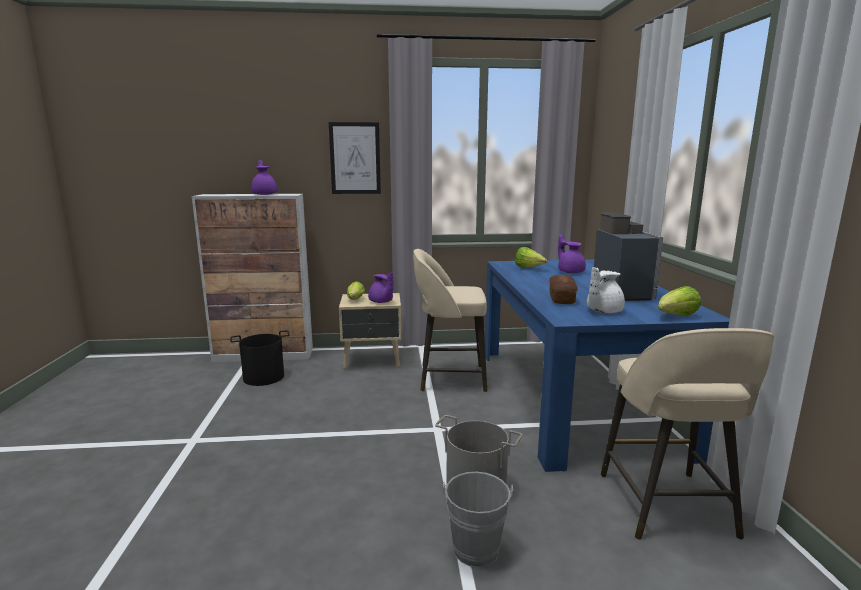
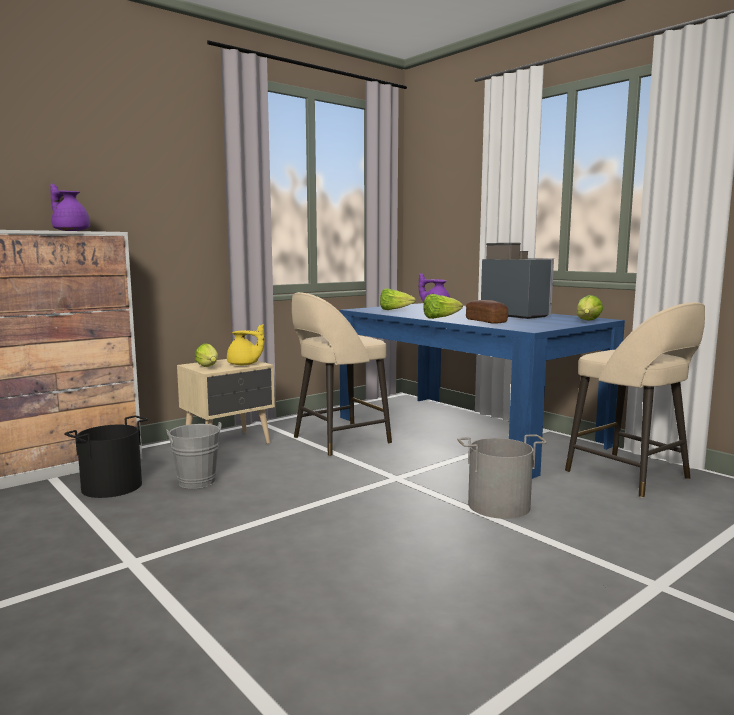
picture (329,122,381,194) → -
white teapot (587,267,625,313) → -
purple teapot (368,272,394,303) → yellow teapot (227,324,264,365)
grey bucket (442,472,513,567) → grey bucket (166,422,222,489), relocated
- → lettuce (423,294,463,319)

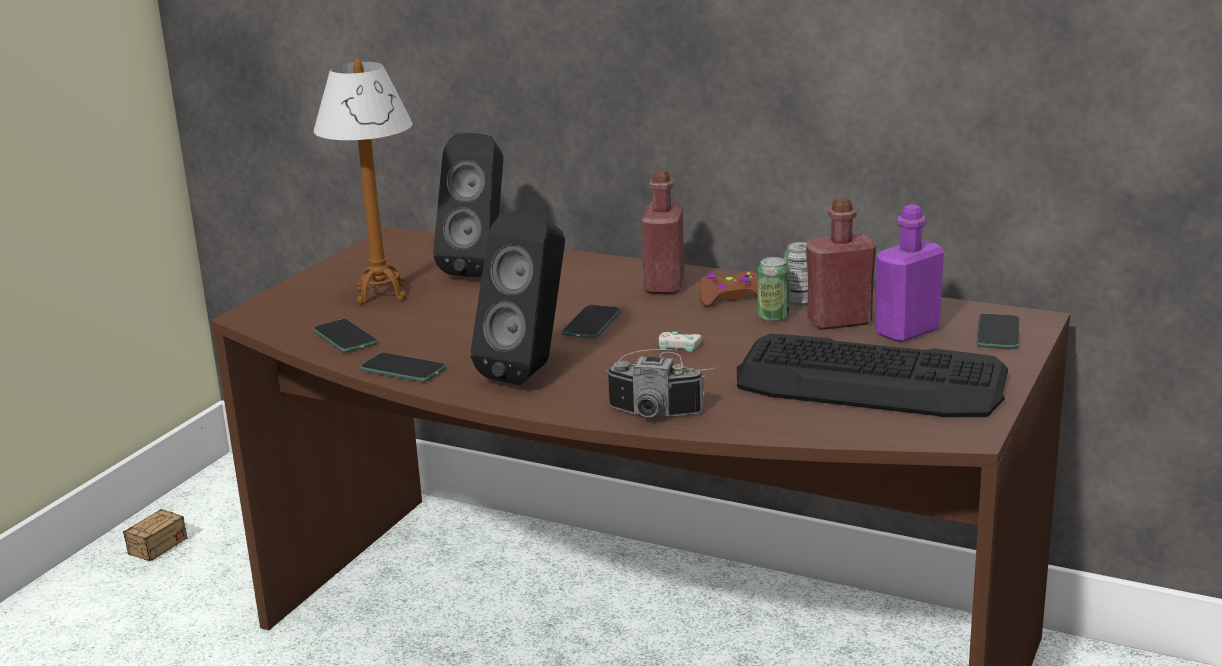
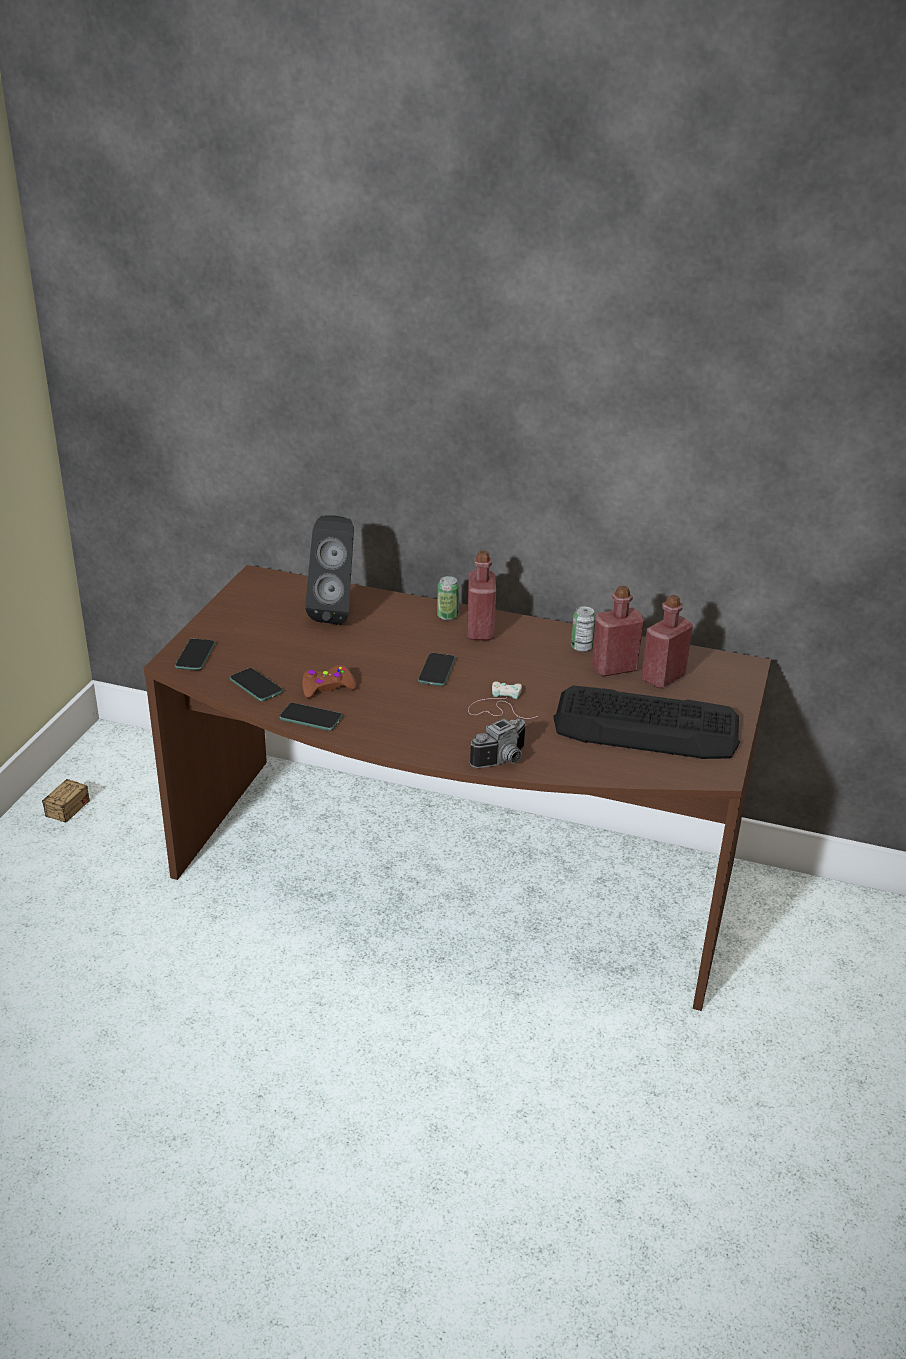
table lamp (314,59,413,304) → -
purple bottle (875,204,944,343) → red bottle (641,595,693,689)
black speaker (471,212,565,385) → -
can (758,257,790,322) → can (437,576,459,620), relocated
brown game controller (700,271,758,307) → brown game controller (302,665,356,698), relocated
phone (977,314,1019,349) → phone (175,639,215,671), relocated
photo camera (606,356,705,417) → photo camera (470,718,526,768), 45 degrees counterclockwise

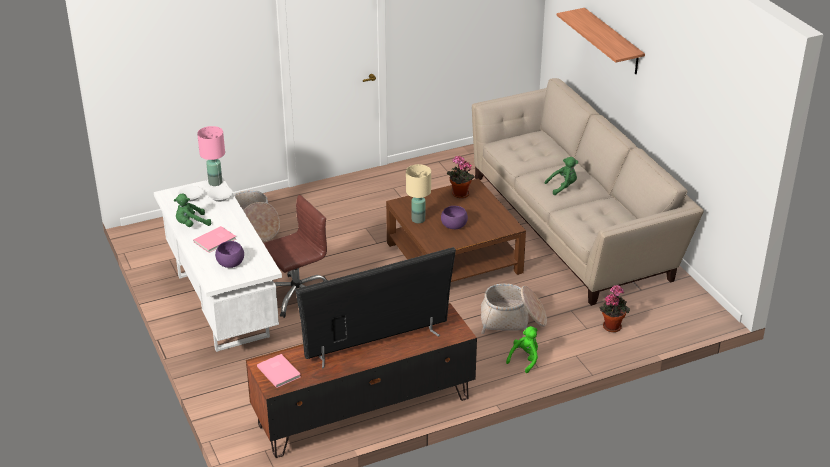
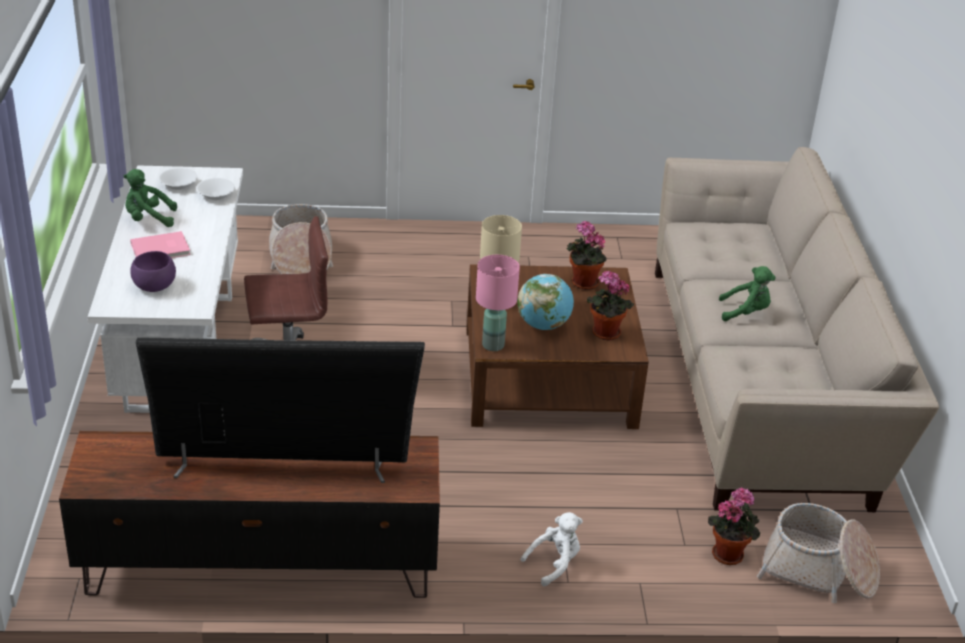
shelf (557,8,645,74) → -
pink table lamp (197,126,225,186) → pink table lamp (476,255,520,351), relocated
purple bowl (441,206,468,229) → globe (517,274,574,330)
basket (481,284,547,334) → basket (757,503,880,603), relocated
green plush toy (506,326,538,373) → white plush toy (521,512,583,586)
pink book (257,354,301,388) → -
- → potted plant (587,271,634,340)

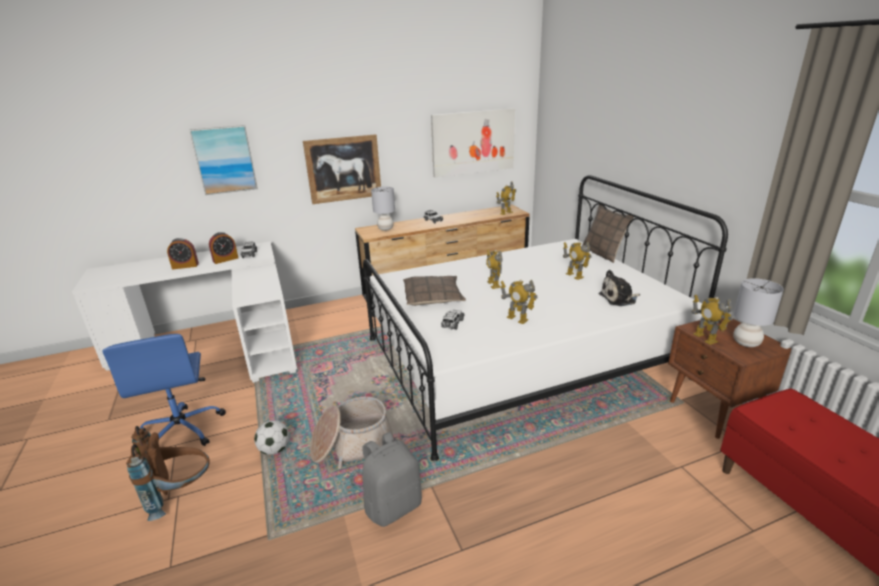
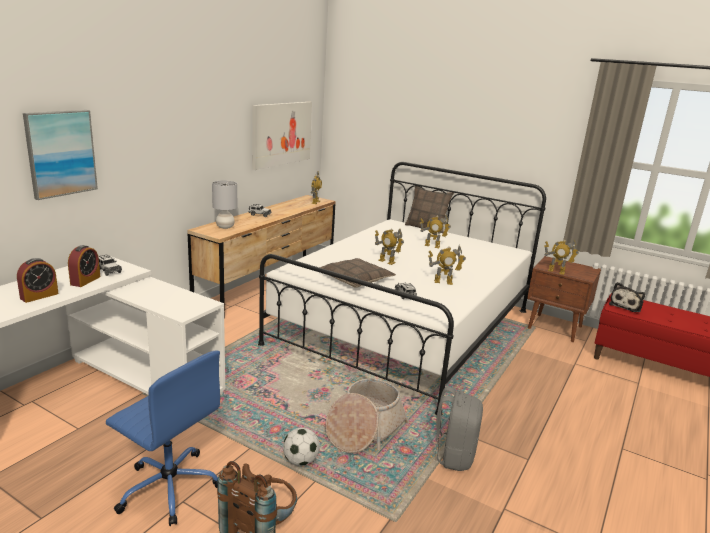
picture (303,134,381,204) → -
plush toy (599,270,640,306) → plush toy (609,282,645,312), relocated
grey table lamp (733,278,784,347) → -

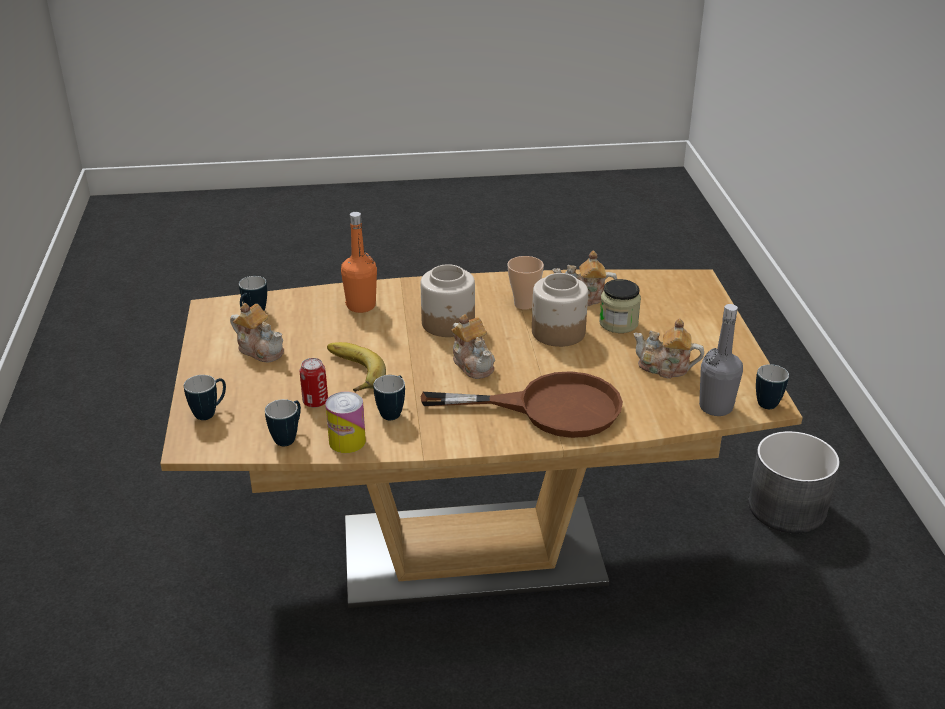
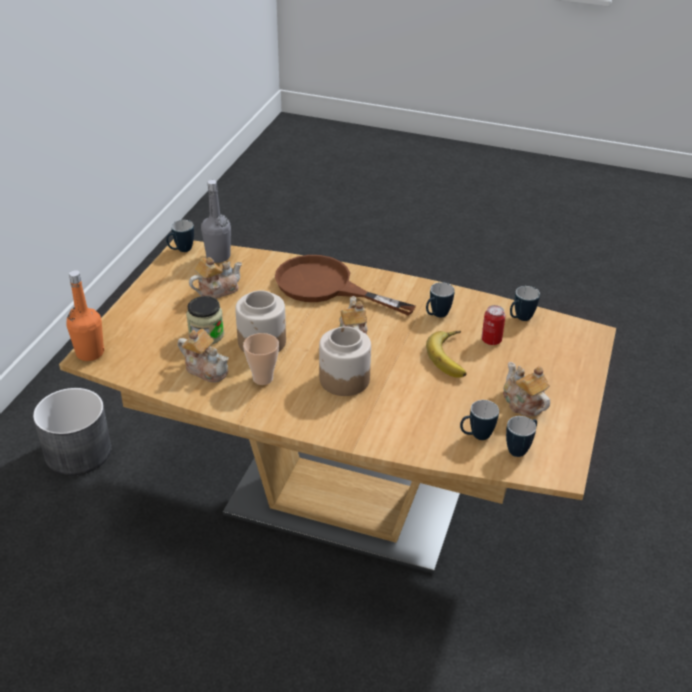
orange bottle (341,212,377,313) → orange bottle (66,270,104,361), relocated
teapot (633,318,704,379) → teapot (189,257,242,299), 75 degrees counterclockwise
mug (184,375,226,420) → mug (460,400,499,440), relocated
can (326,391,366,453) → -

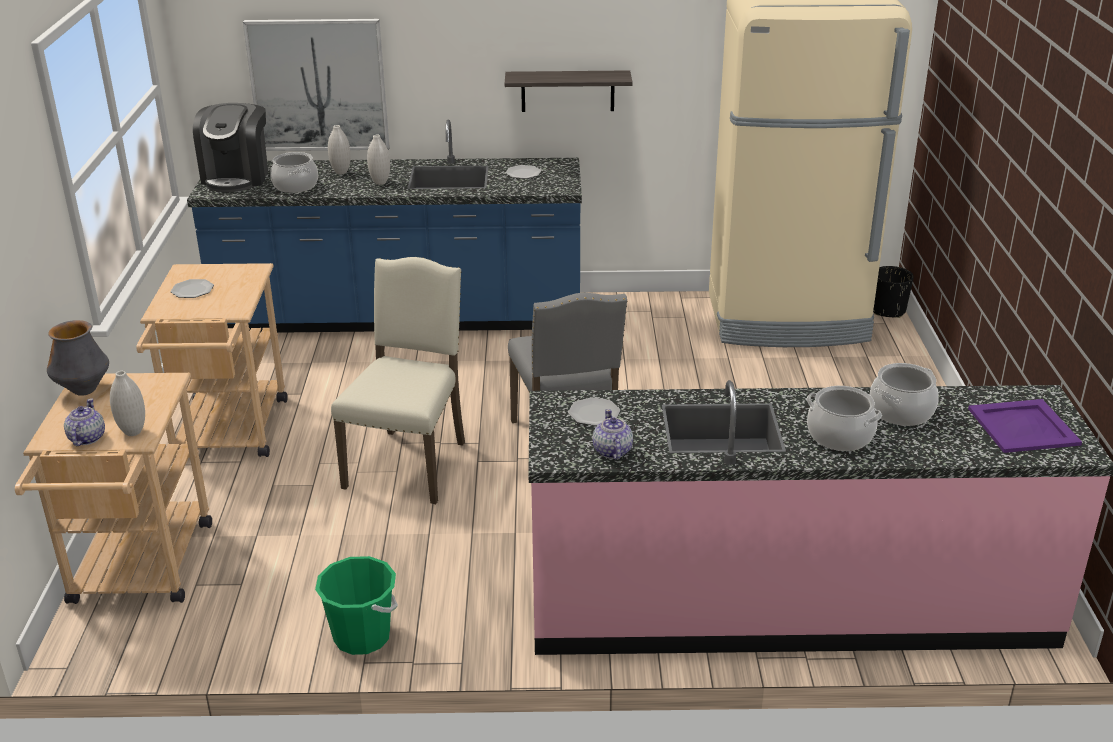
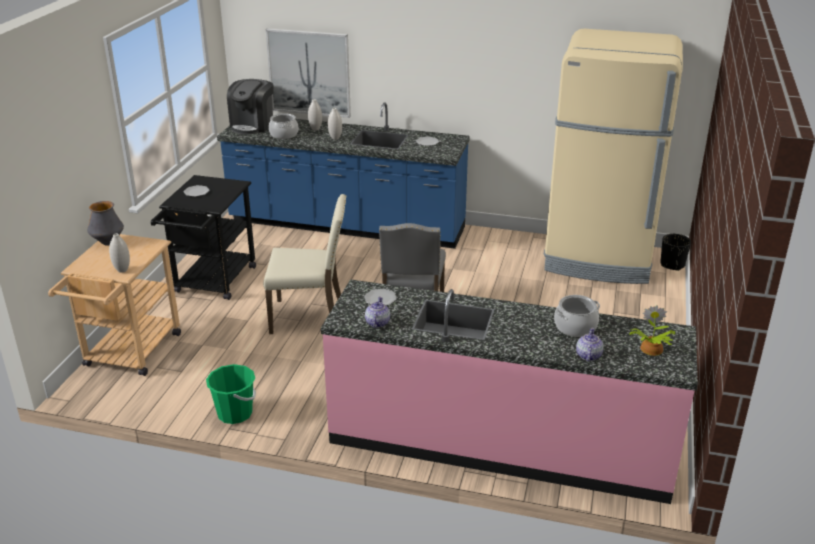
shelf (505,70,633,112) → -
beige chair (331,257,465,504) → beige chair (263,194,346,334), 60 degrees clockwise
beige cart (137,263,288,457) → black cart (151,175,256,300)
cooking pot (806,386,882,451) → -
teapot (64,398,105,446) → teapot (576,328,604,362), relocated
purple tray (968,399,1082,453) → potted plant (629,305,675,356)

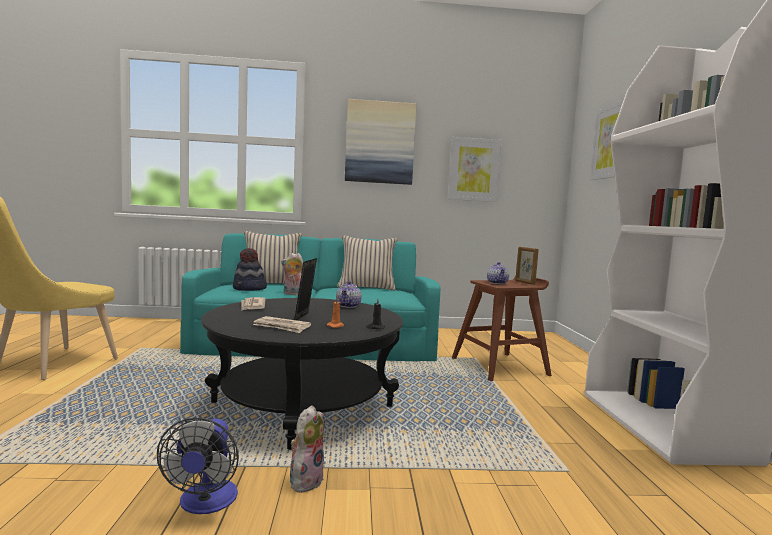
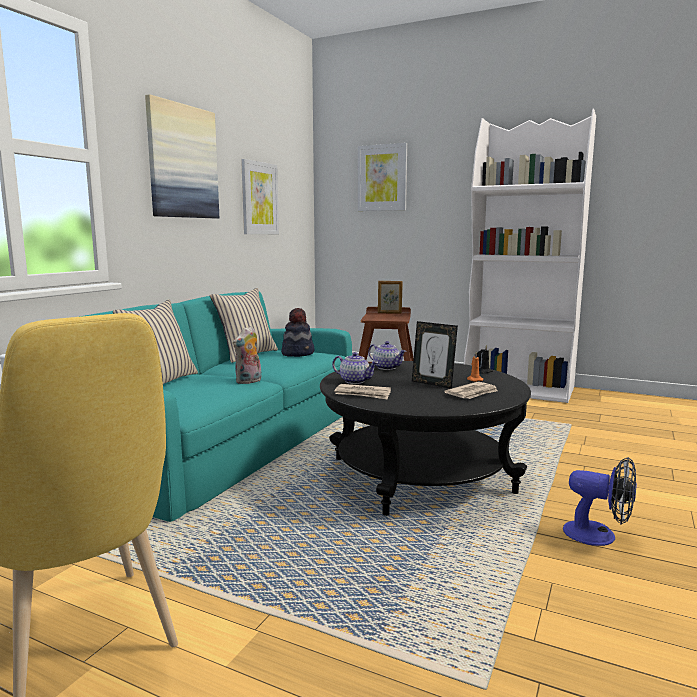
hat (233,248,267,291) → hat (281,308,314,357), relocated
teapot (487,262,509,284) → teapot (332,352,378,384), relocated
plush toy (290,406,324,493) → -

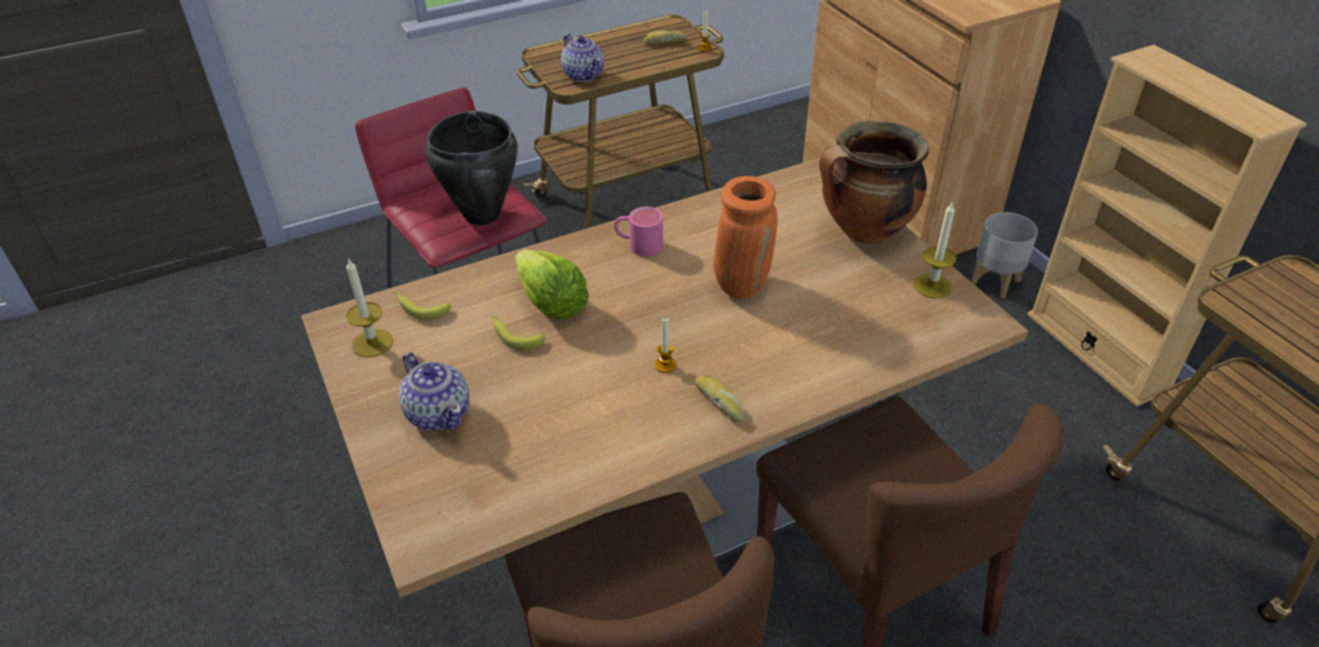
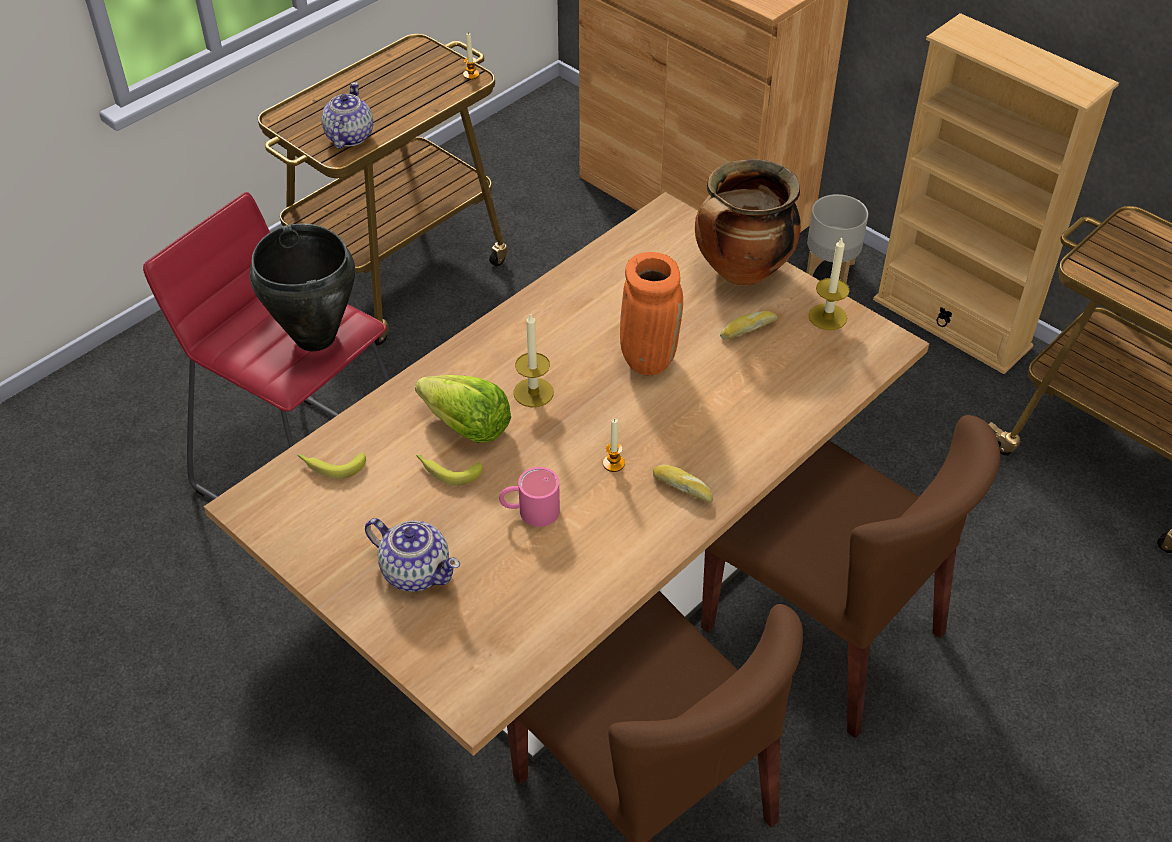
bread (644,30,687,44) → bread (720,311,778,339), relocated
teapot (561,34,604,82) → teapot (321,82,373,149), 120 degrees counterclockwise
pink mug (614,207,663,257) → pink mug (499,467,560,527), relocated
candle (346,258,393,358) → candle (514,312,554,407), relocated

